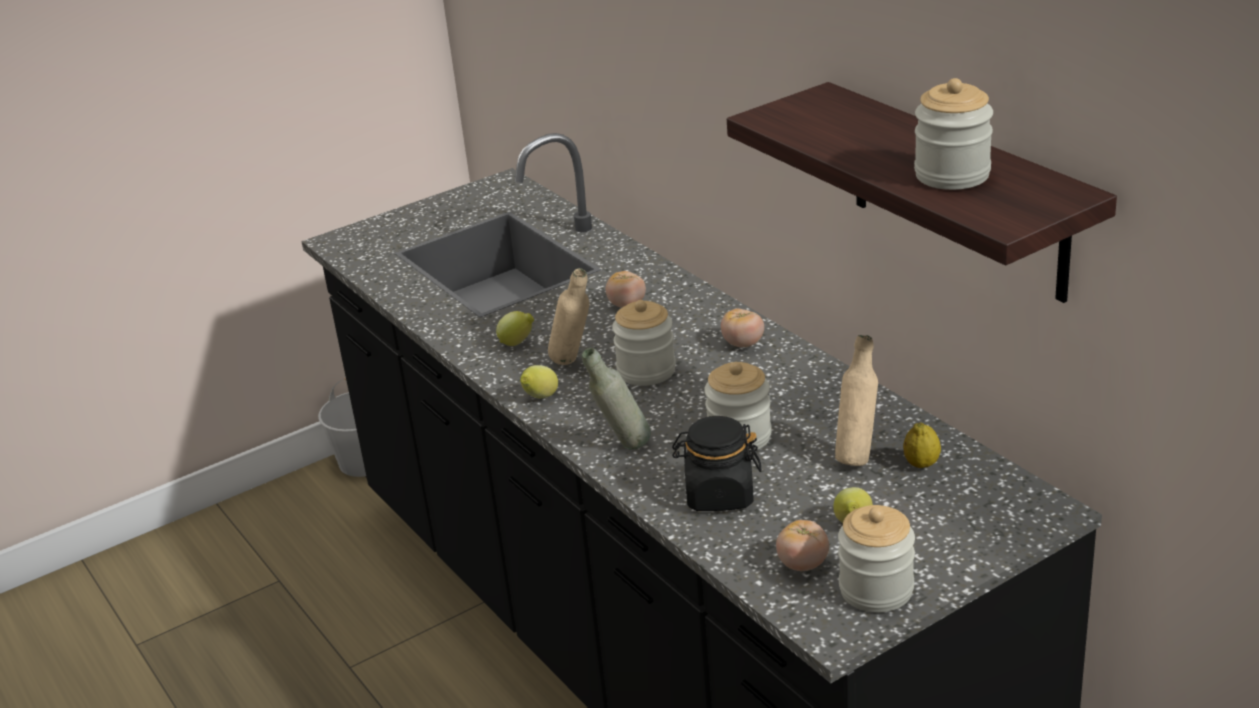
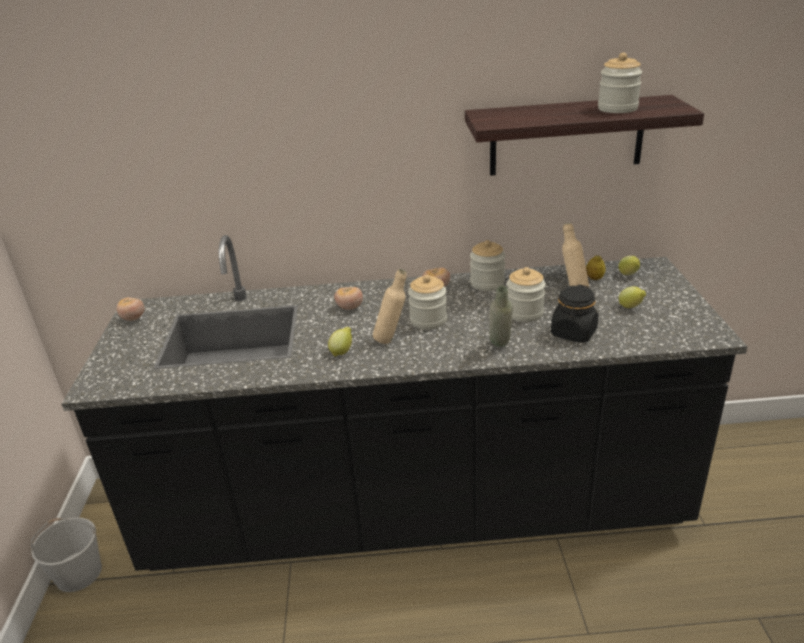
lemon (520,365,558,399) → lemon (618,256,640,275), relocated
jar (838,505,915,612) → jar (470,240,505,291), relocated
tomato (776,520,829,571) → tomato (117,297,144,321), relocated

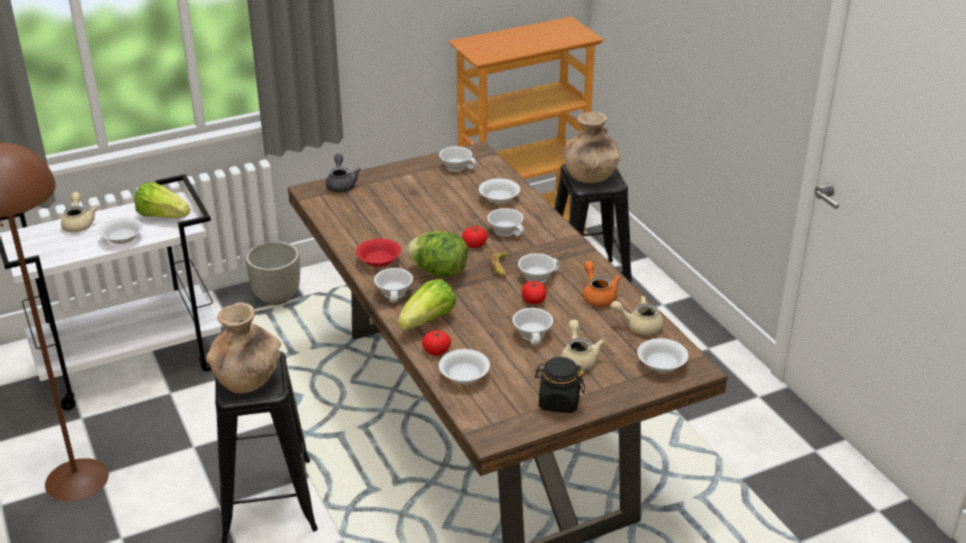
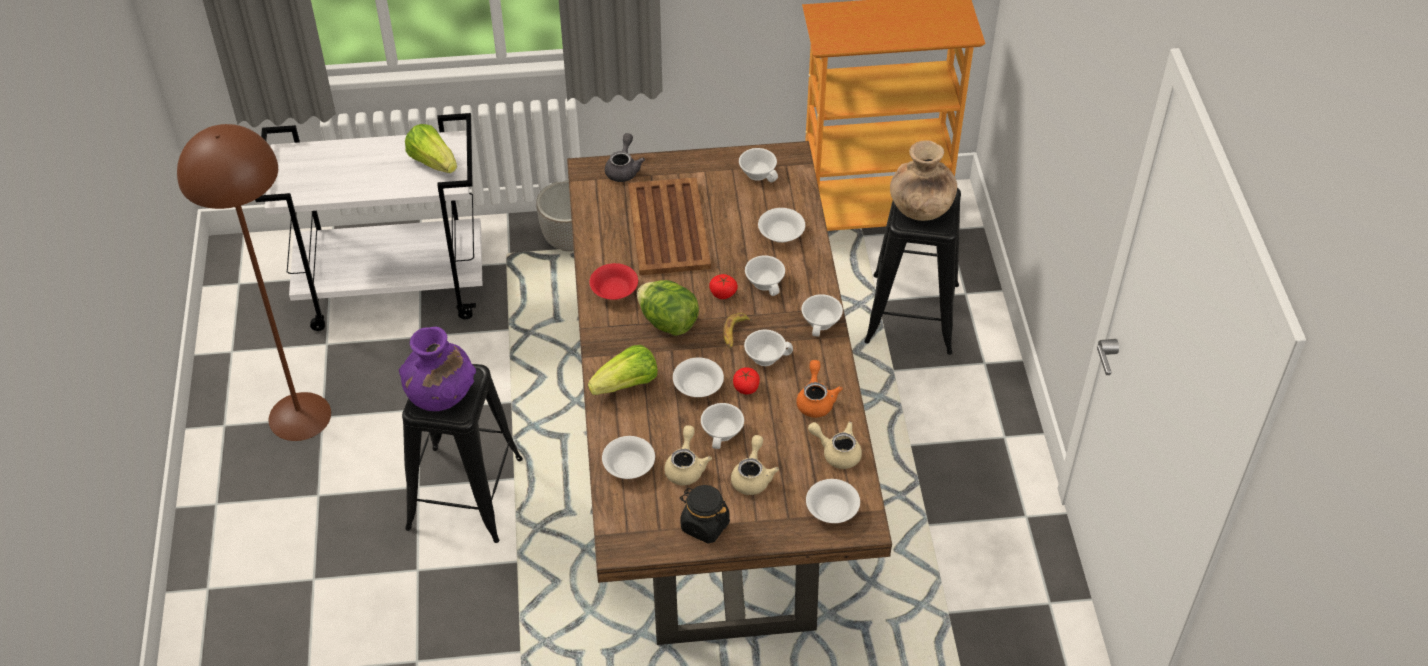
beige teapot (61,192,97,232) → beige teapot (664,425,712,485), relocated
white bowl (99,217,143,244) → white bowl (673,357,724,397), relocated
white cup (374,268,413,303) → white cup (801,294,843,337), relocated
brown vase (206,303,281,393) → purple vase (399,327,476,411)
tomato (422,330,451,356) → -
- → brown tray (628,177,711,275)

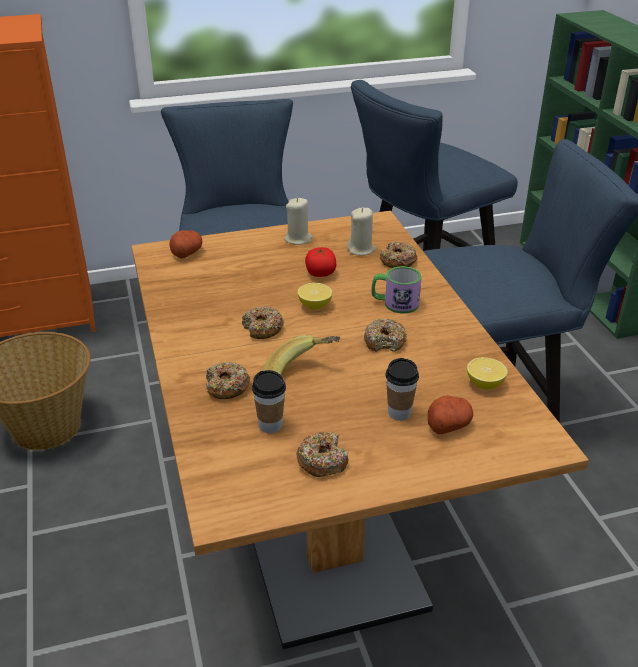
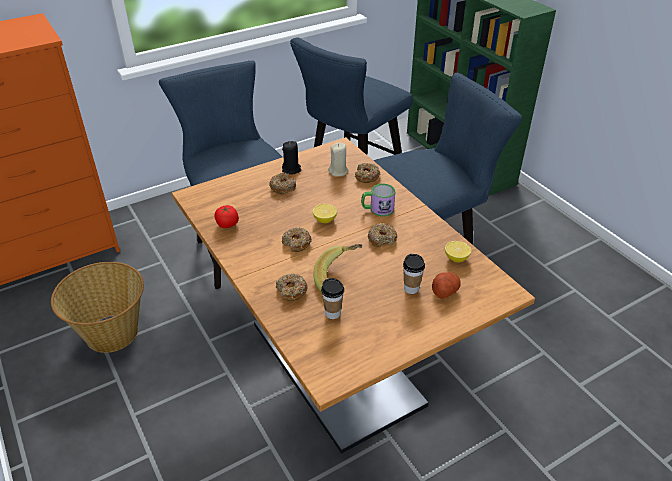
beige candle (284,198,313,245) → black candle (282,141,301,175)
potato (169,230,202,259) → -
tomato (305,247,336,277) → tomato (214,205,239,228), relocated
donut (296,432,348,477) → donut (269,173,296,194), relocated

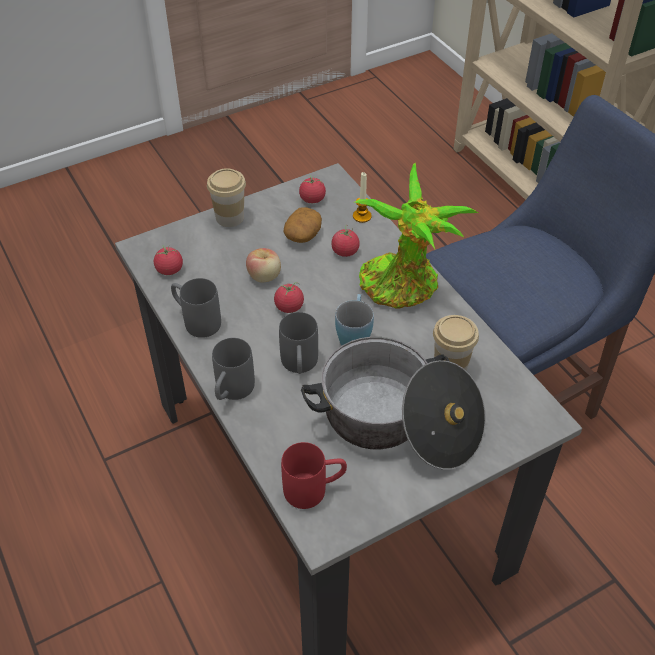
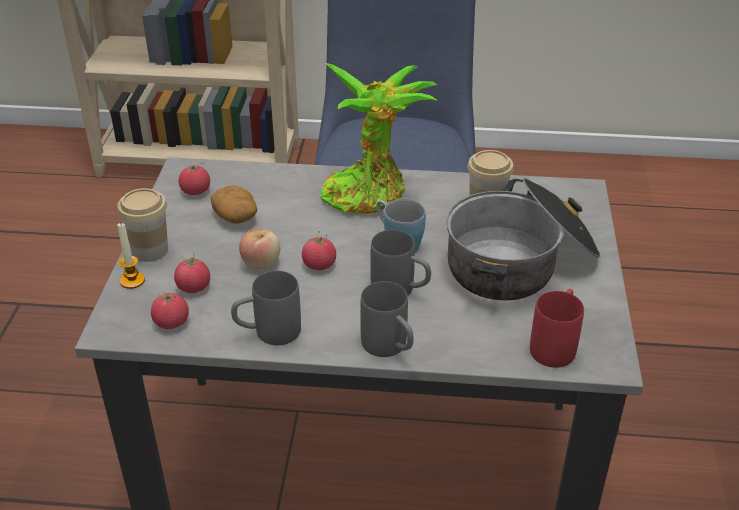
candle (353,172,372,223) → candle (118,222,145,289), relocated
tomato (331,225,360,257) → tomato (174,253,210,293), relocated

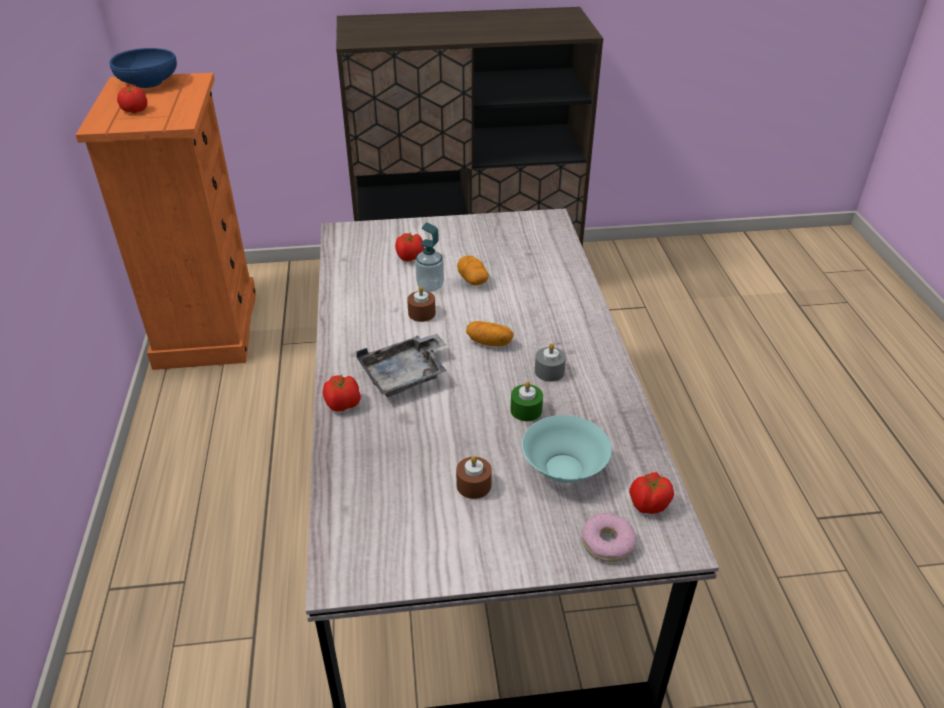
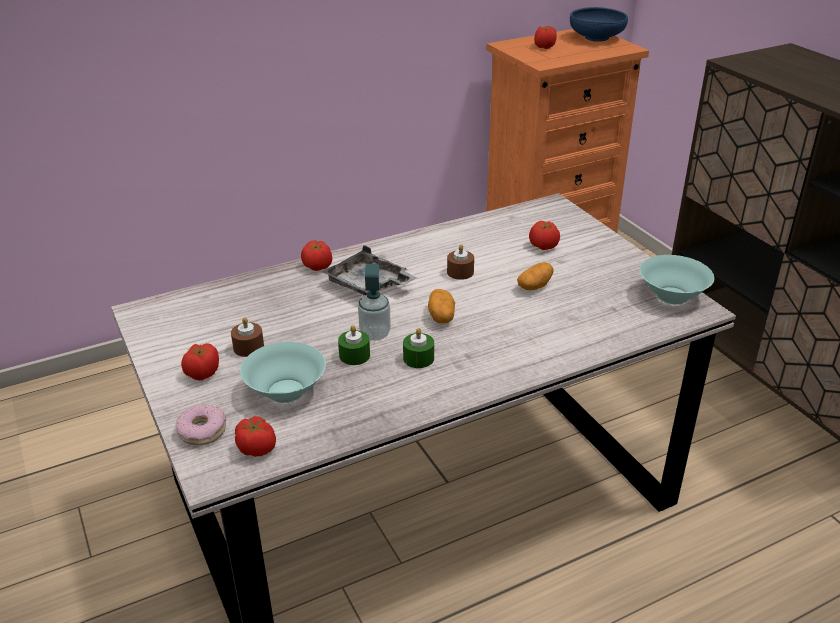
soap dispenser (415,223,444,292) → soap dispenser (358,264,391,341), relocated
grey candle (535,343,566,382) → green candle (403,328,434,368)
- → turquoise bowl (639,255,714,304)
- → tomato (181,343,219,380)

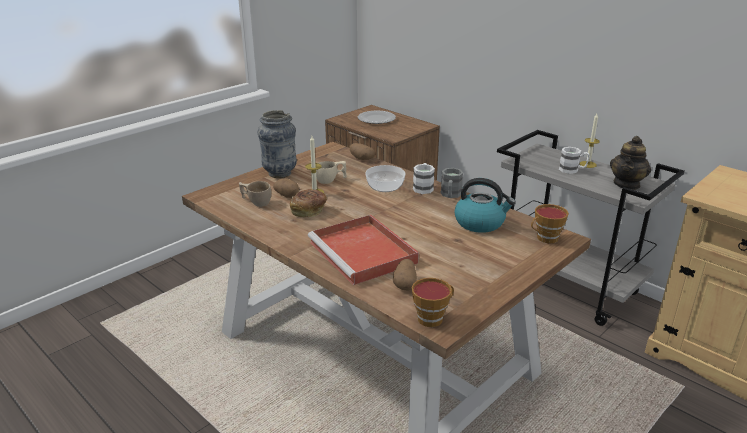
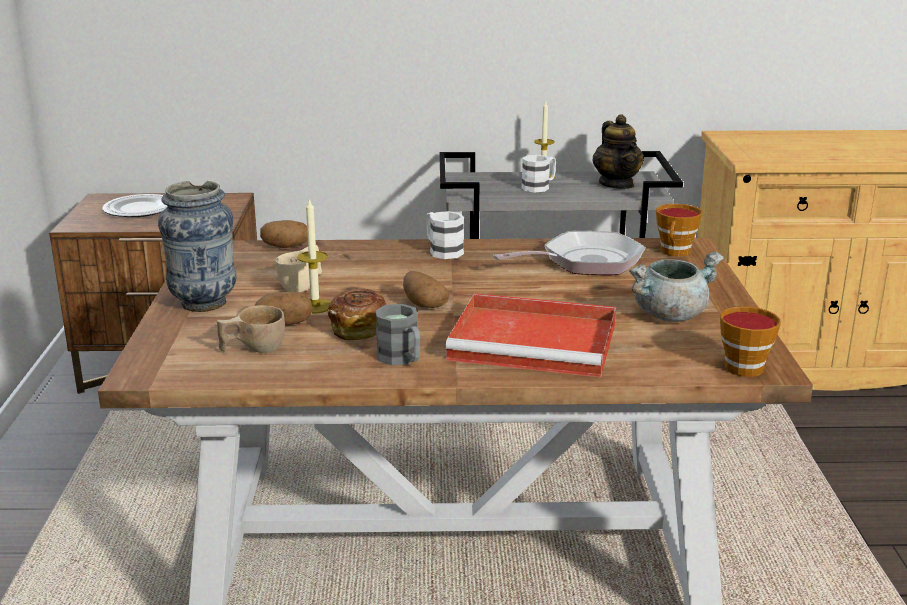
bowl (365,165,405,192) → -
grey mug (440,168,463,198) → grey mug (375,304,420,365), relocated
kettle (454,178,516,233) → frying pan (493,231,646,275)
potato (393,259,417,291) → potato (403,271,449,308), relocated
- → grey cooking pot (629,252,724,322)

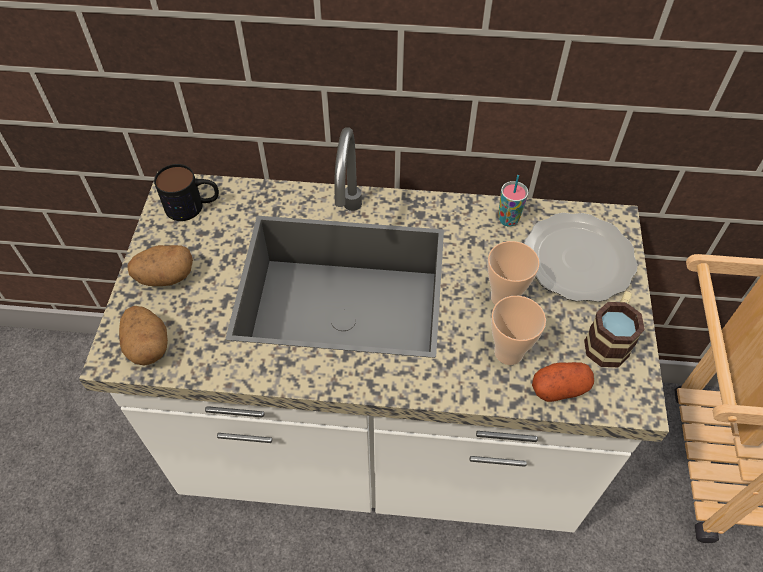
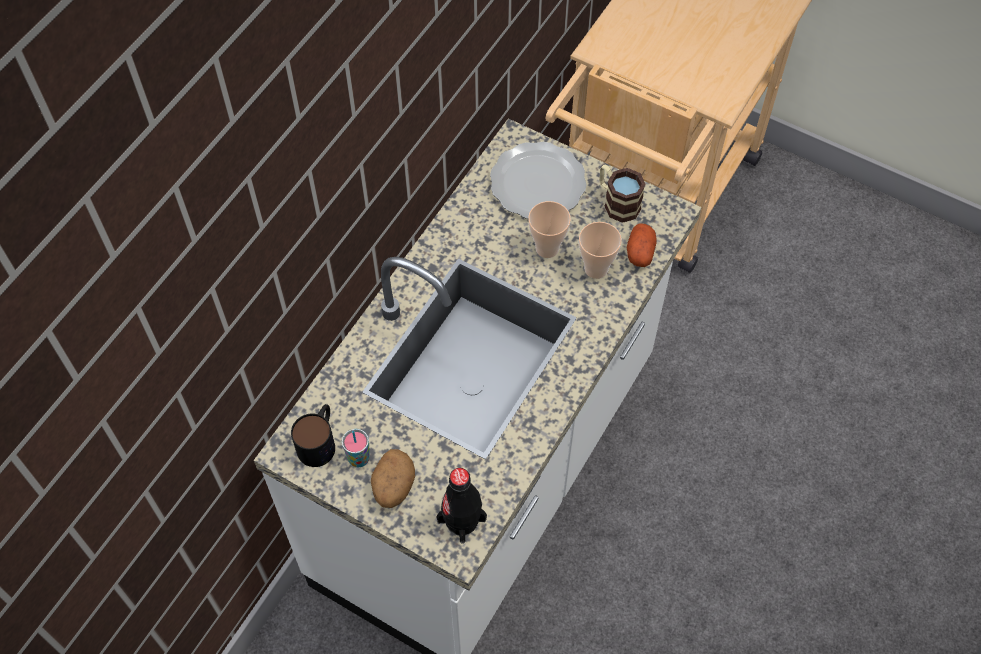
cup (498,175,528,227) → cup (342,429,370,467), relocated
potato (119,306,168,366) → black bottle (437,468,487,544)

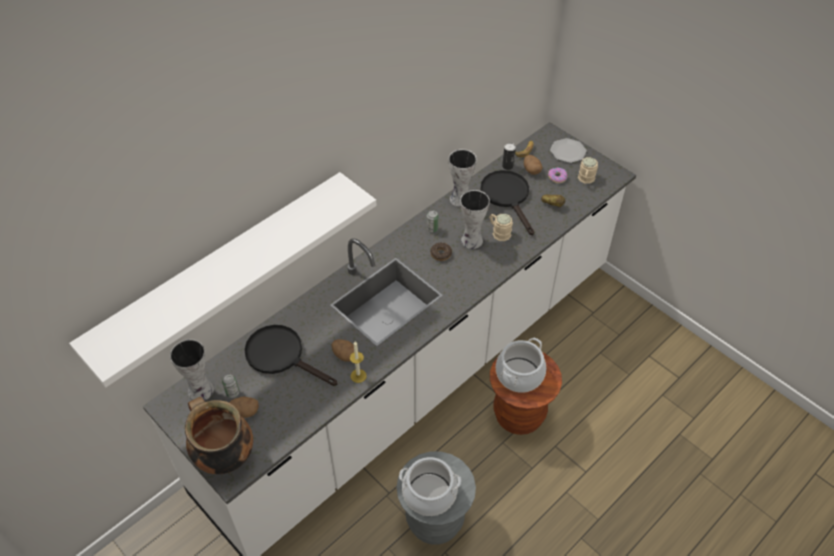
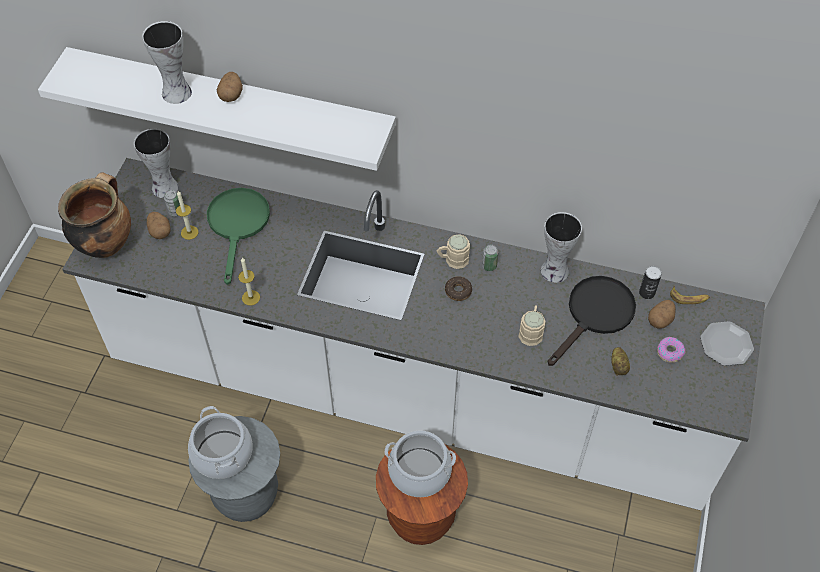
beige mug (578,157,598,184) → beige mug (437,234,470,269), relocated
vase (460,190,490,249) → vase (142,21,192,104), relocated
black frying pan (244,325,337,386) → green frying pan (207,188,270,285)
potato (331,339,354,362) → potato (217,72,243,102), relocated
- → candle (176,191,198,240)

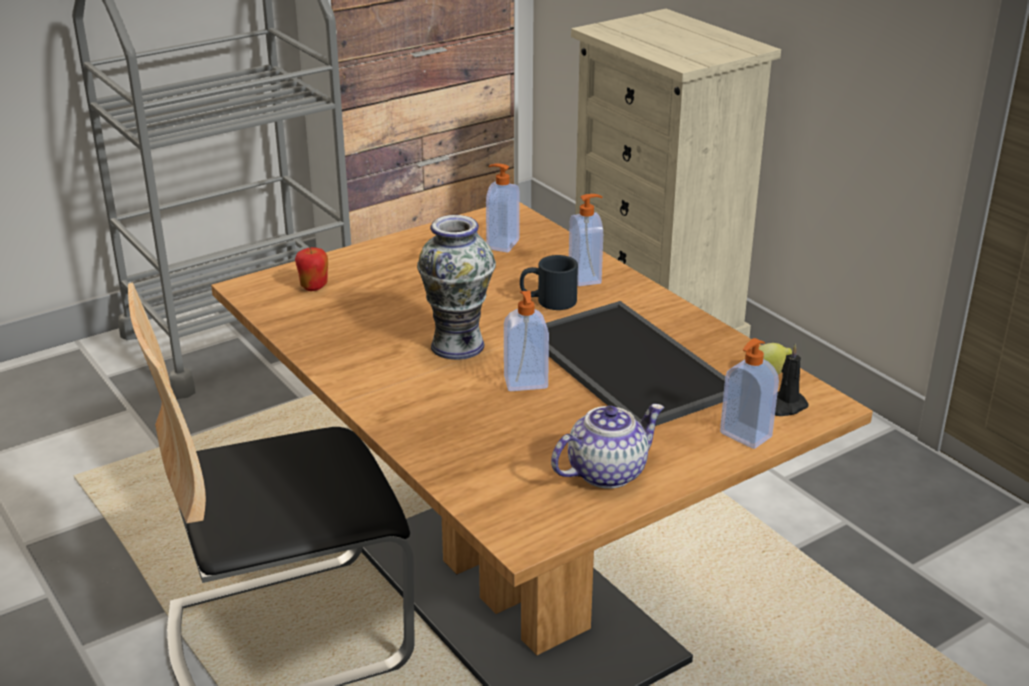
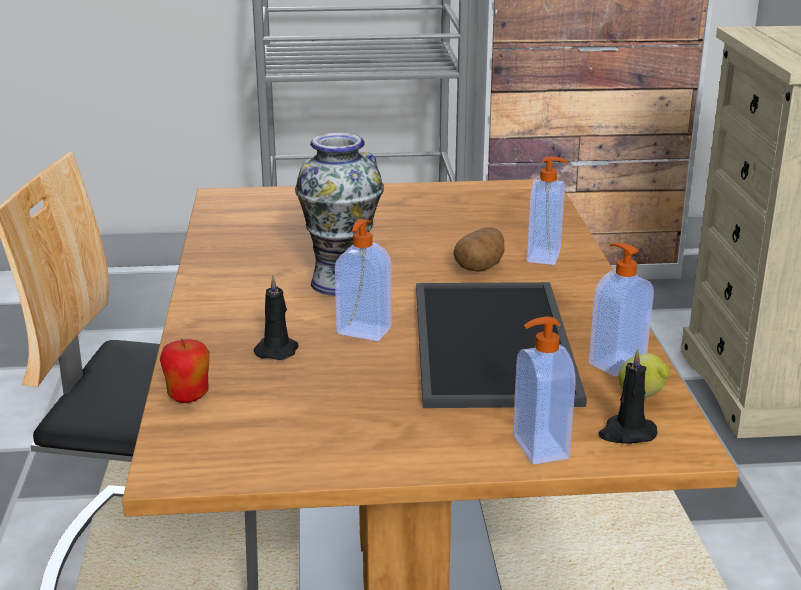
soap dispenser (486,163,520,253) → soap dispenser (589,243,654,376), relocated
apple (295,247,328,291) → apple (160,339,209,403), relocated
black mug (520,255,578,310) → potato (453,227,504,272)
teapot (551,404,665,489) → -
- → black candle (254,275,298,360)

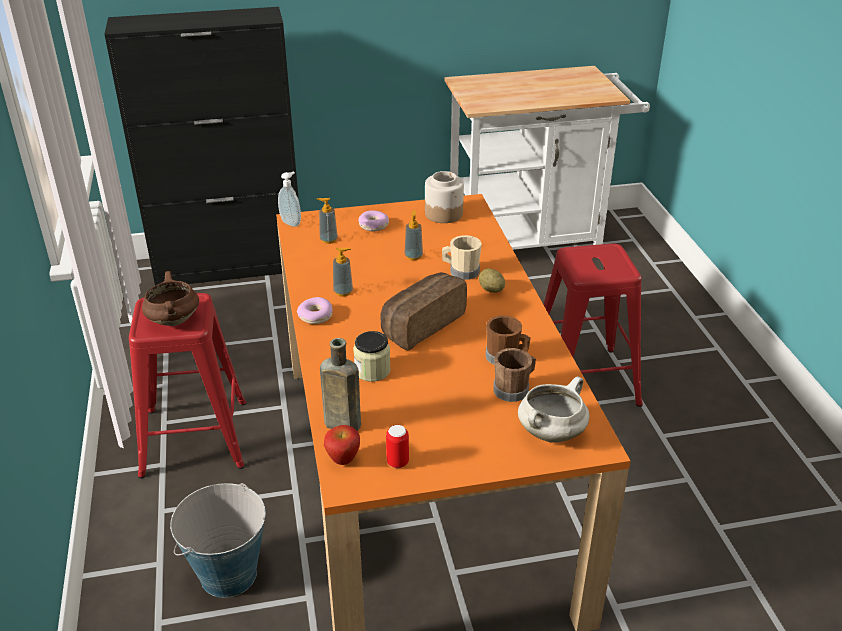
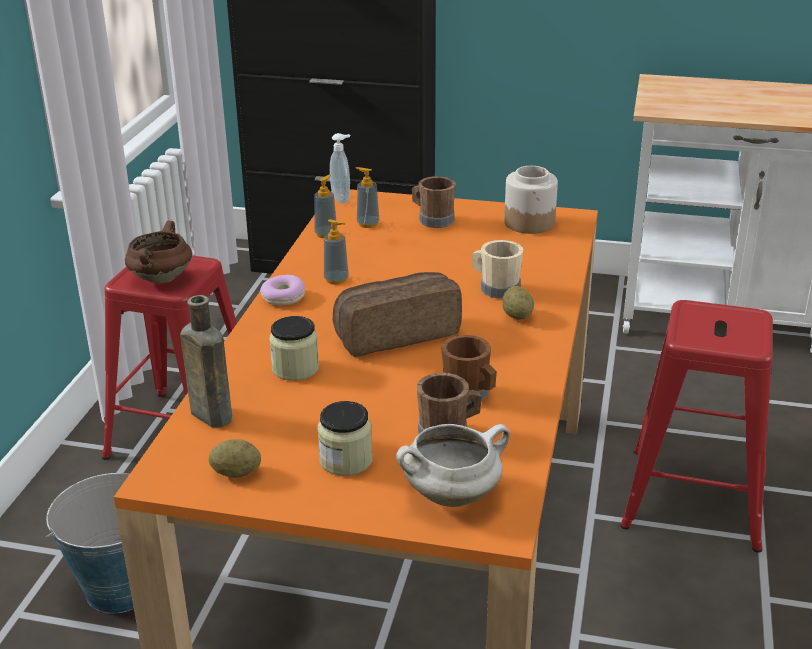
soap dispenser (405,210,423,260) → soap dispenser (314,175,337,238), relocated
donut (358,211,389,231) → brown mug (412,176,456,228)
apple (324,425,360,465) → -
can (386,425,409,468) → potato (209,439,261,478)
- → jar (318,401,372,476)

